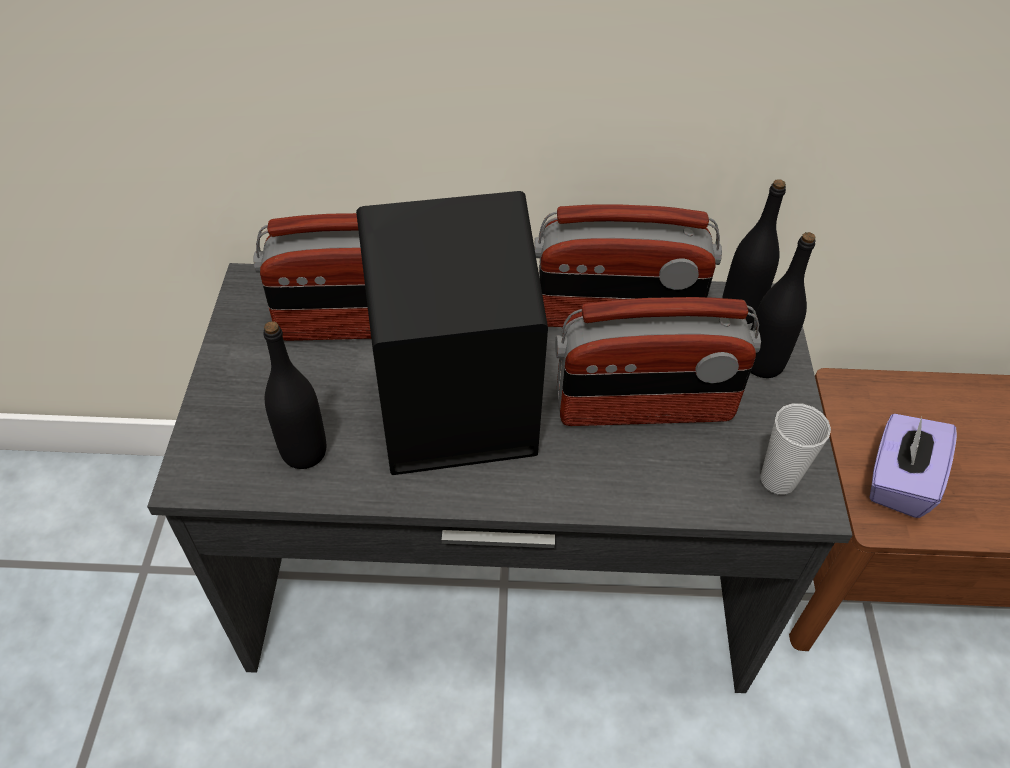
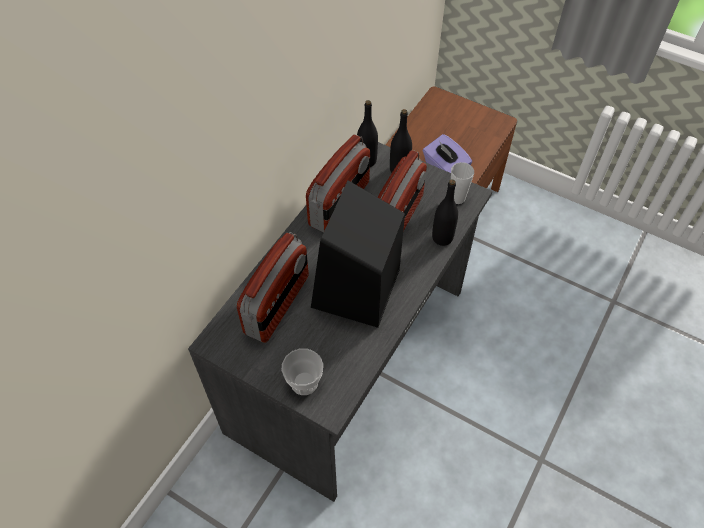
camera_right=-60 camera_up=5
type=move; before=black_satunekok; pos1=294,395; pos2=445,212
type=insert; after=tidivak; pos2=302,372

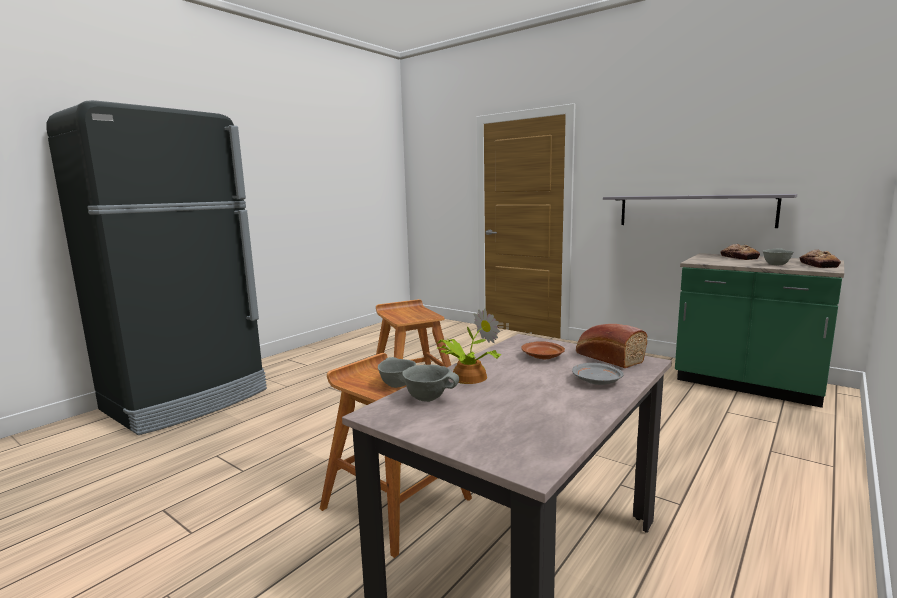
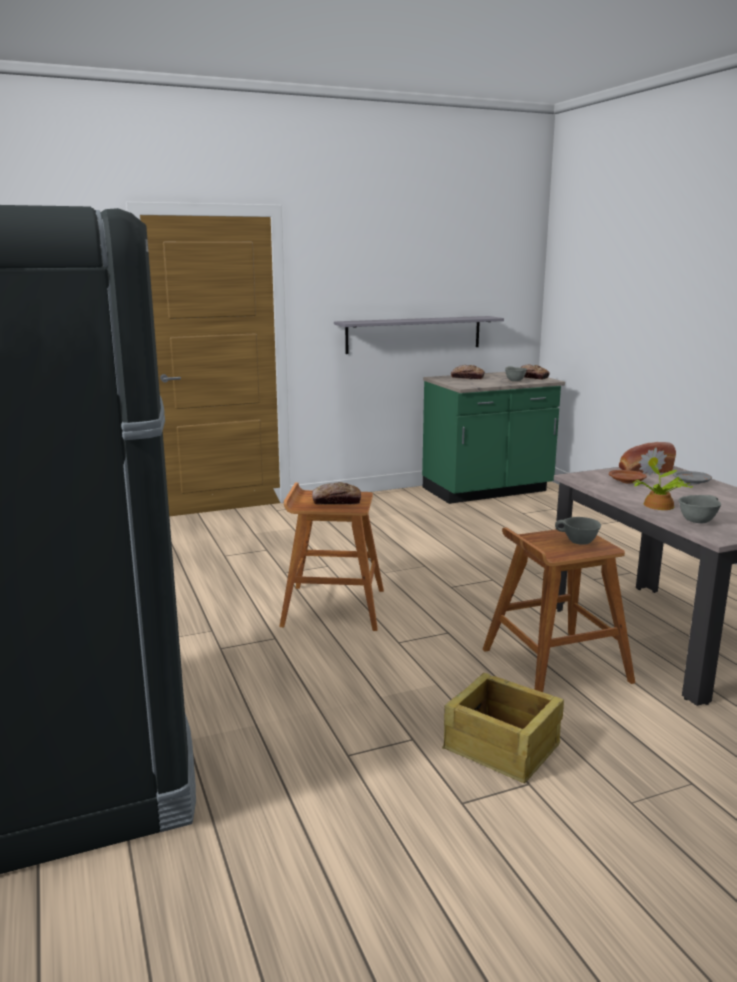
camera_right=-60 camera_up=5
type=insert; after=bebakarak; pos2=336,493
type=insert; after=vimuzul; pos2=503,728

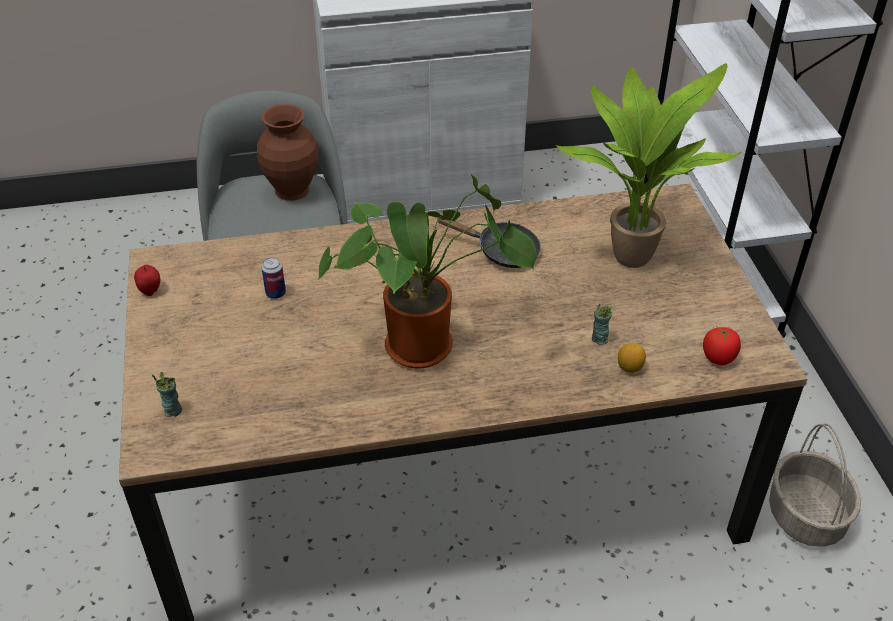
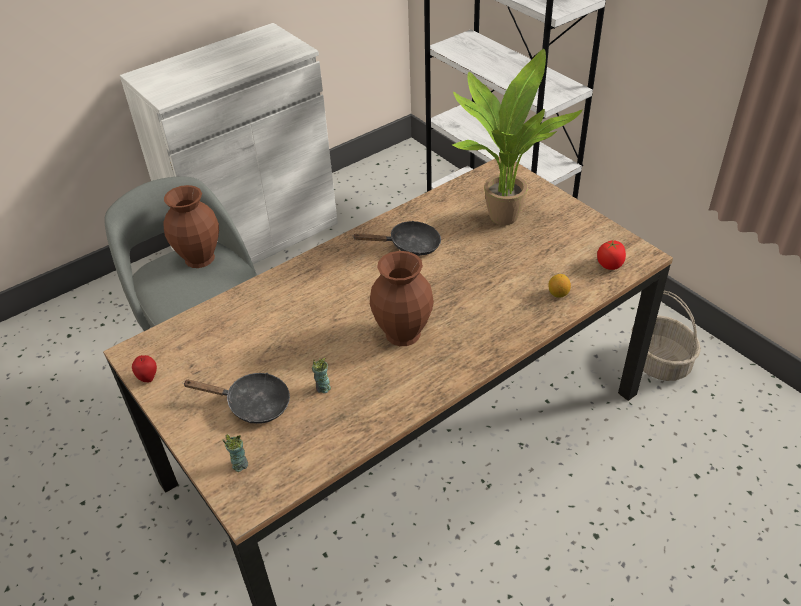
camera_right=-25 camera_up=0
type=replace; before=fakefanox; after=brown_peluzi; pos1=427,271; pos2=402,298
type=delete; before=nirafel; pos1=273,278
type=move; before=tidivak; pos1=602,324; pos2=321,375
type=insert; after=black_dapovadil; pos2=236,398

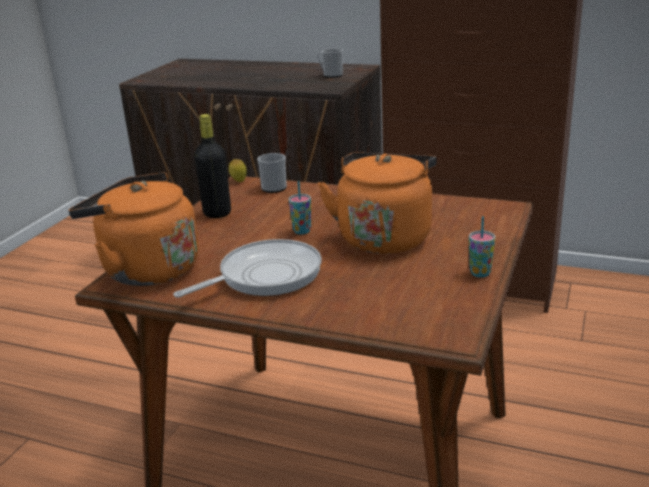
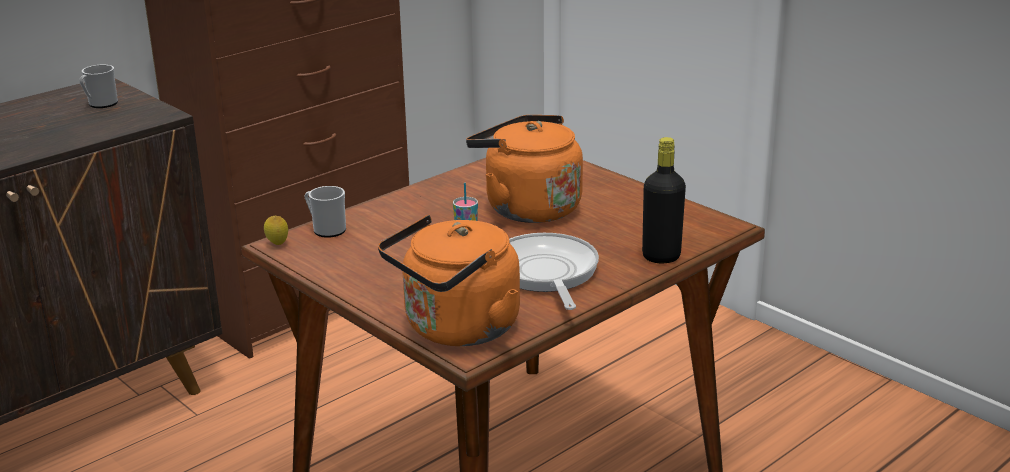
camera_right=-65 camera_up=0
type=move; before=black_satunekok; pos1=212,166; pos2=664,200
type=delete; before=tidivak; pos1=482,246

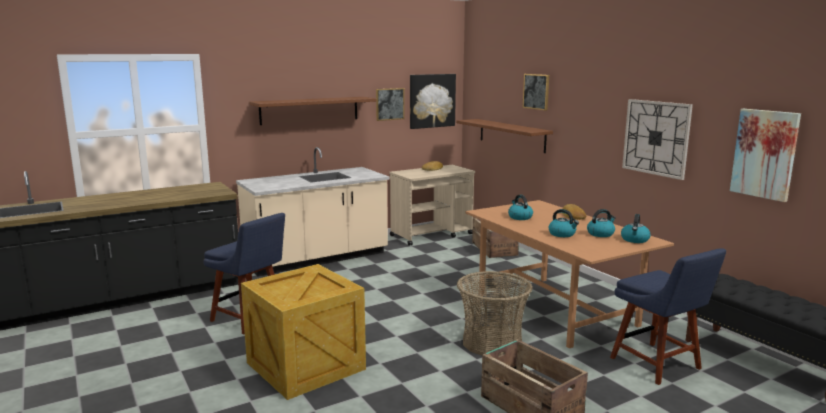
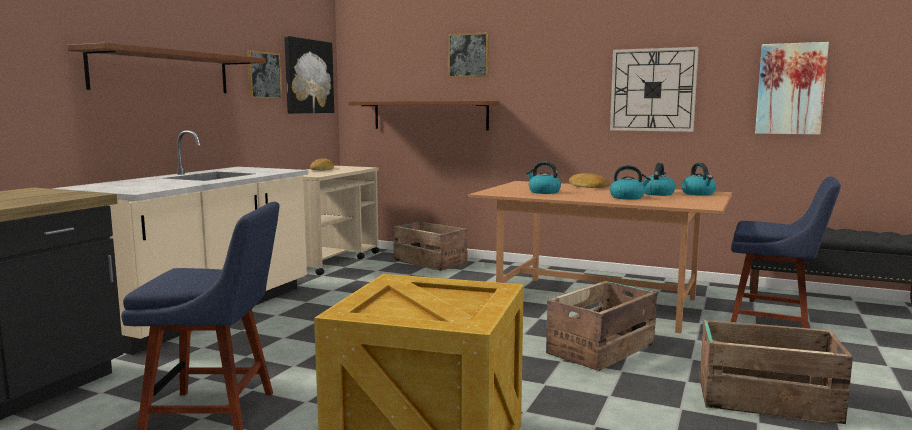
camera_right=-35 camera_up=-5
type=replace; before=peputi; after=vimuzul; pos1=495,313; pos2=601,326

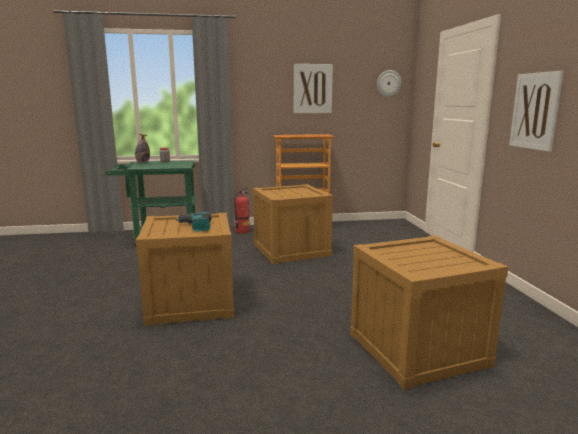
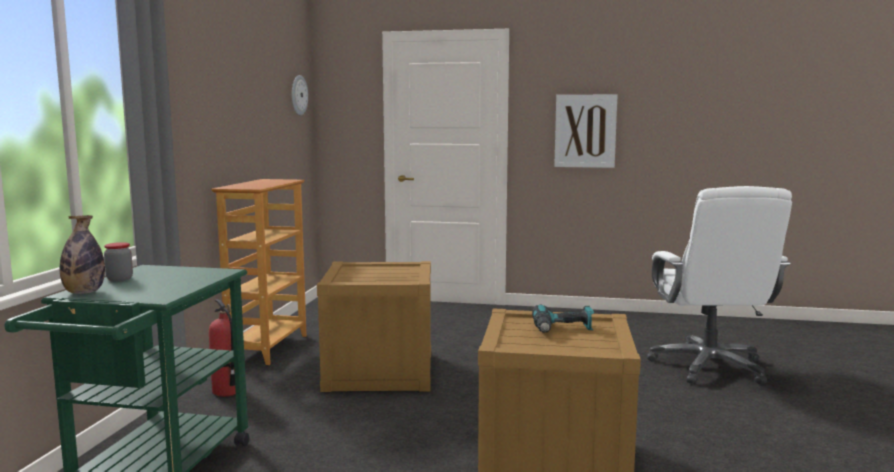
camera_right=-70 camera_up=-5
type=delete; before=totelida; pos1=313,88
type=replace; before=vimuzul; after=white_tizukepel; pos1=429,312; pos2=719,285

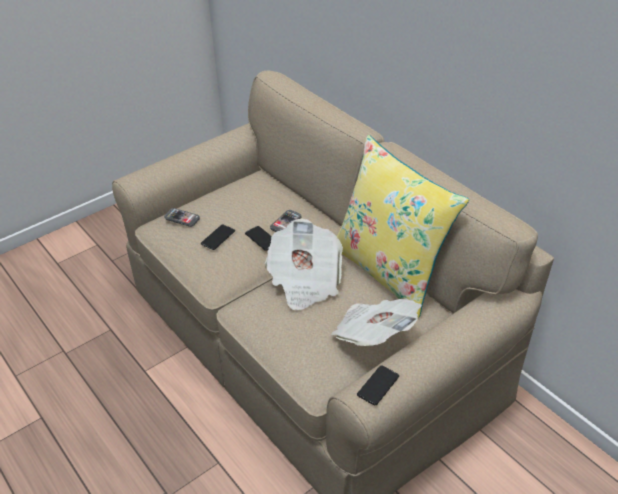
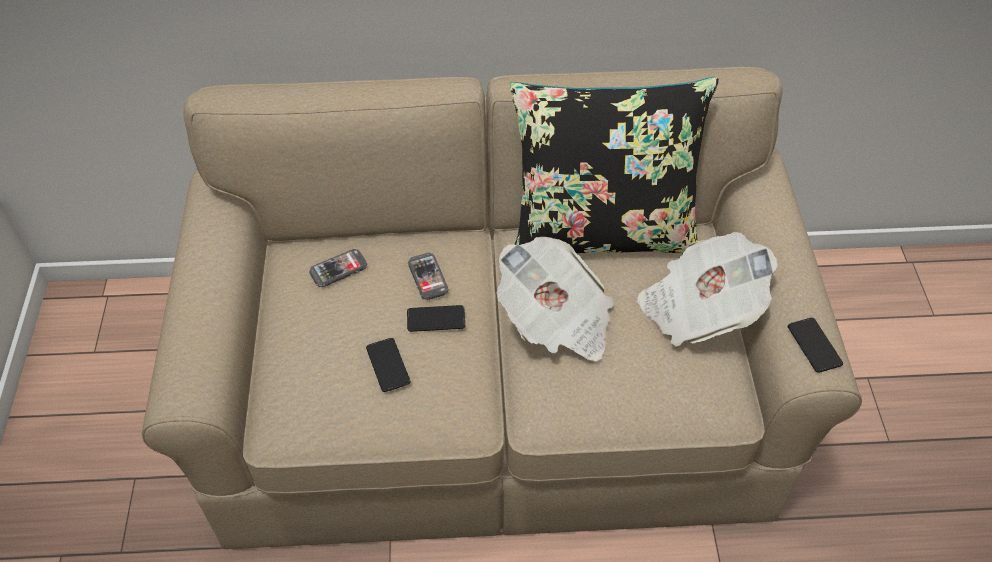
camera_right=-55 camera_up=10
type=recolor; before=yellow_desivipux; after=black_desivipux; pos1=403,226; pos2=614,165
type=move; before=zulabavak; pos1=182,217; pos2=338,268

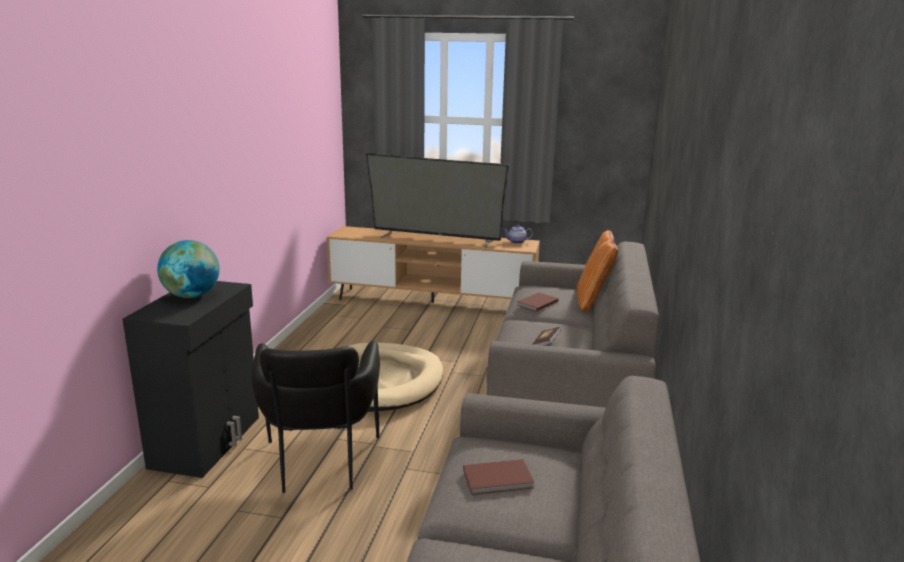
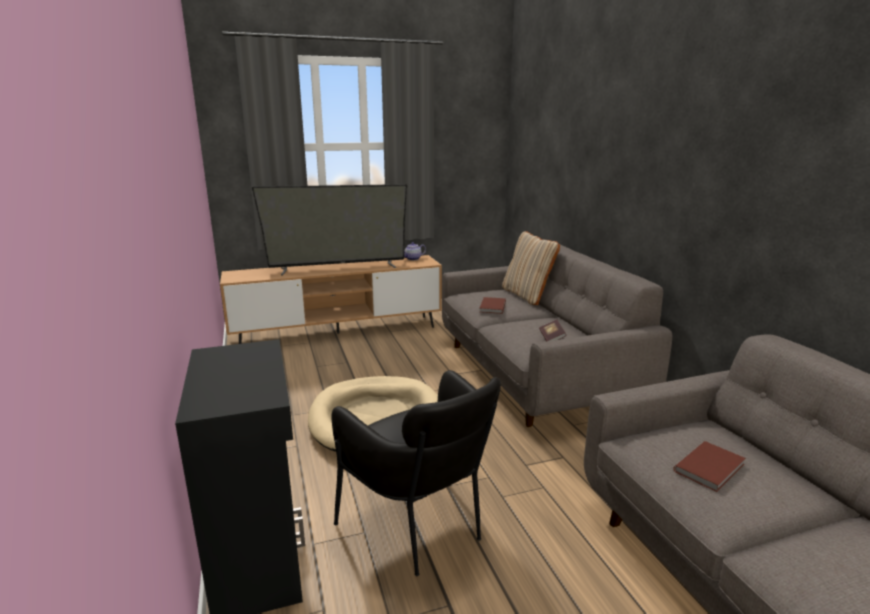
camera_right=-30 camera_up=0
type=recolor; before=orange_desivipux; after=beige_desivipux; pos1=598,271; pos2=531,268
type=delete; before=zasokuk; pos1=188,269

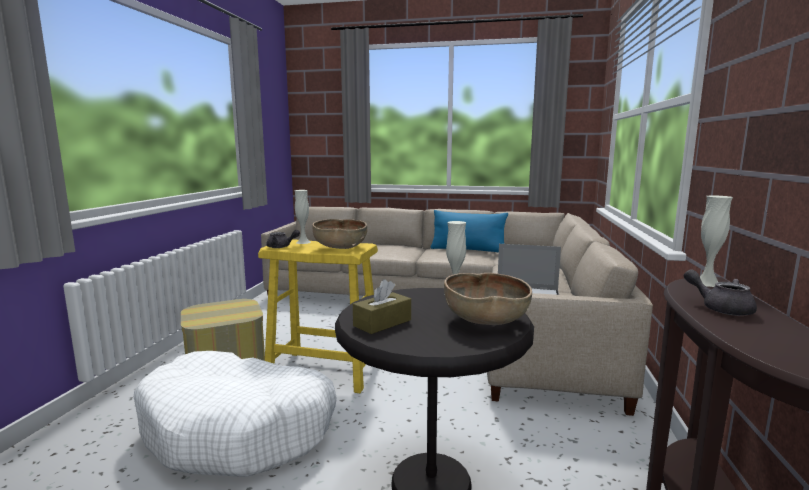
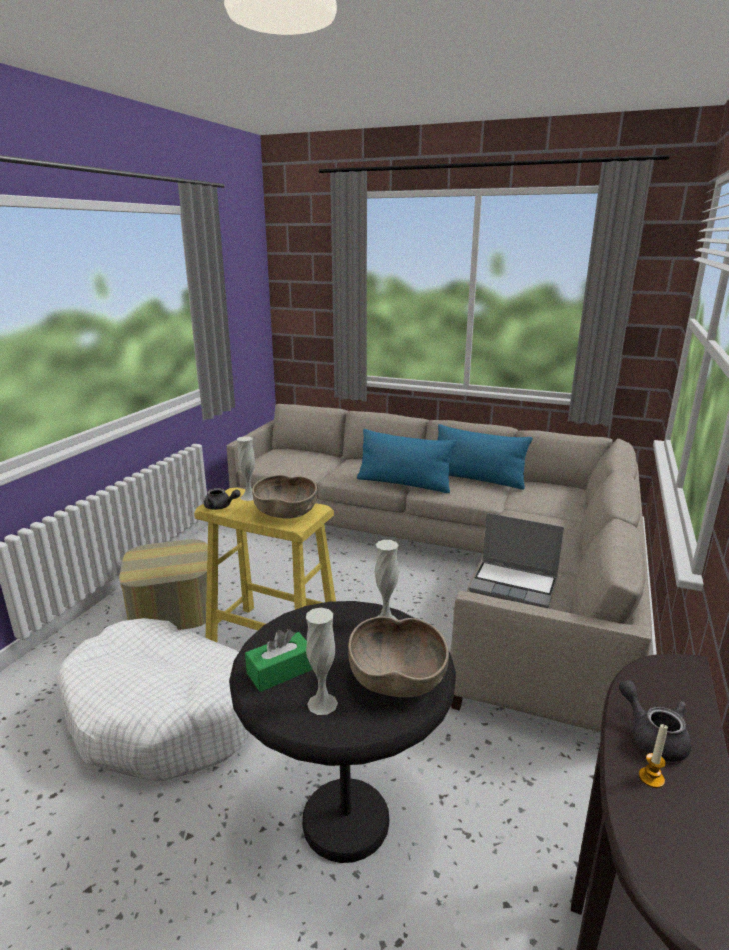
camera_right=10 camera_up=10
type=move; before=white_peluzi; pos1=716,241; pos2=322,661
type=recolor; before=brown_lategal; after=green_lategal; pos1=382,306; pos2=279,660
type=insert; after=blue_desivipux; pos2=406,461
type=insert; after=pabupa; pos2=653,756

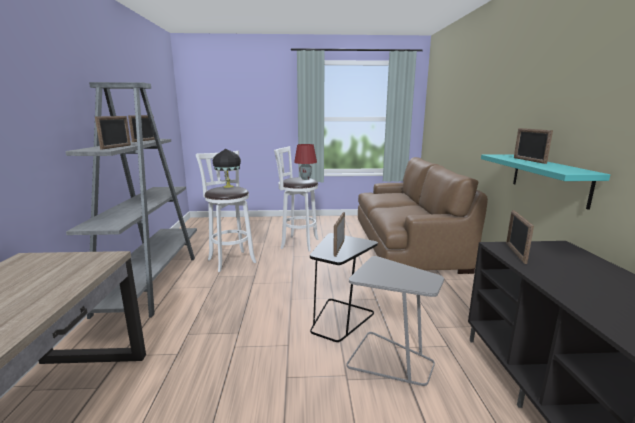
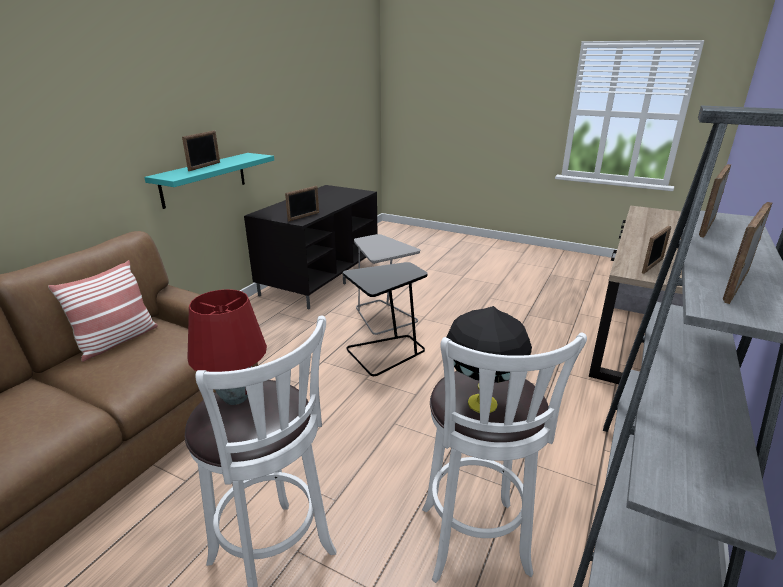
camera_right=-150 camera_up=10
type=move; before=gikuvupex; pos1=339,234; pos2=656,250
type=insert; after=desivipux; pos2=103,311

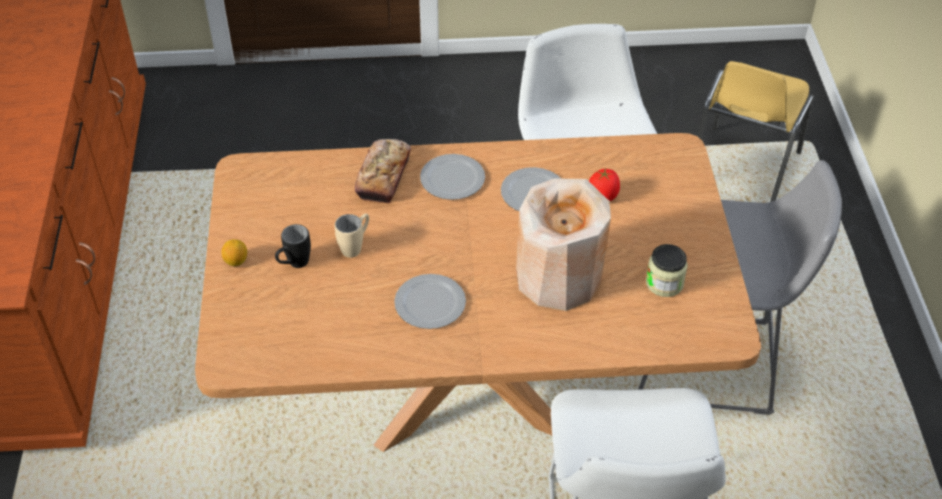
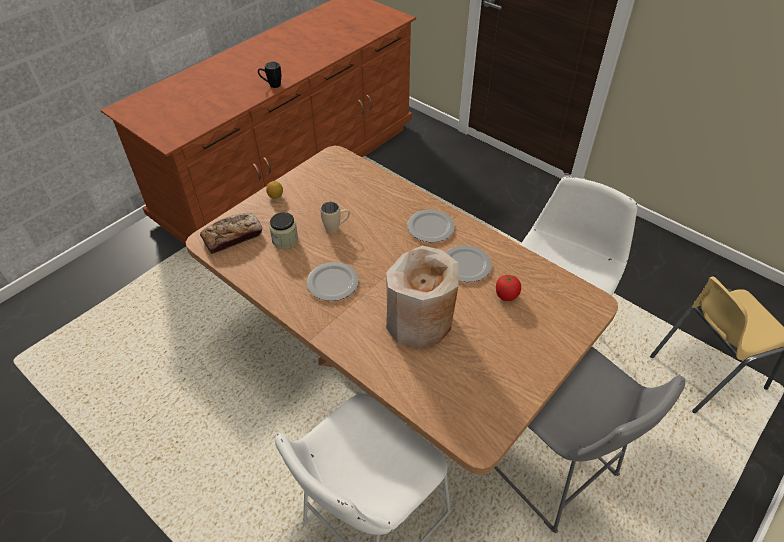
camera_right=45 camera_up=0
type=move; before=bebakarak; pos1=383,171; pos2=231,233
type=move; before=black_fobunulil; pos1=293,246; pos2=269,75
type=move; before=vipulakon; pos1=667,270; pos2=283,230

